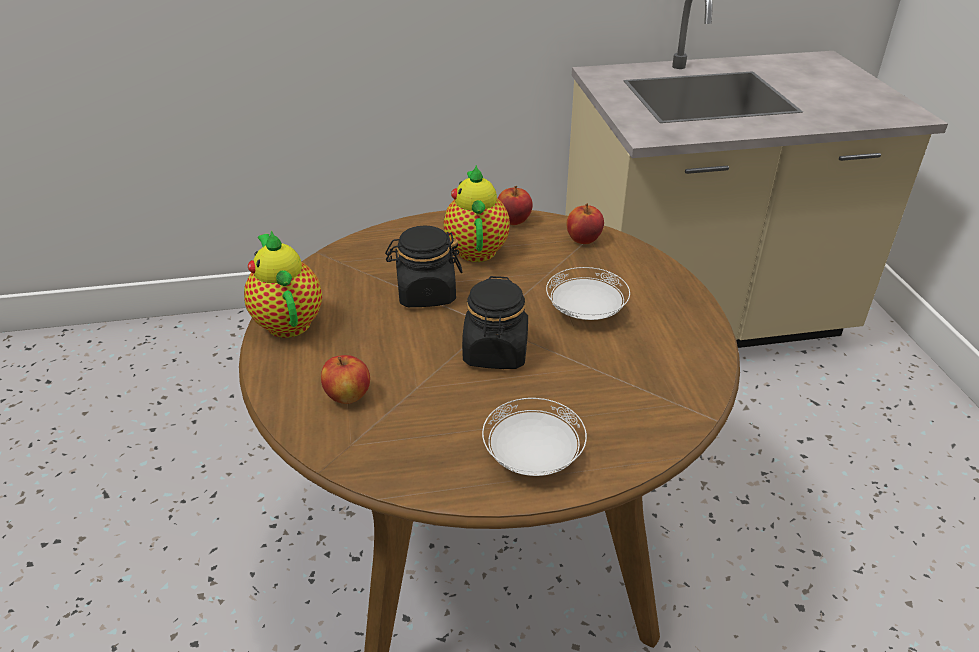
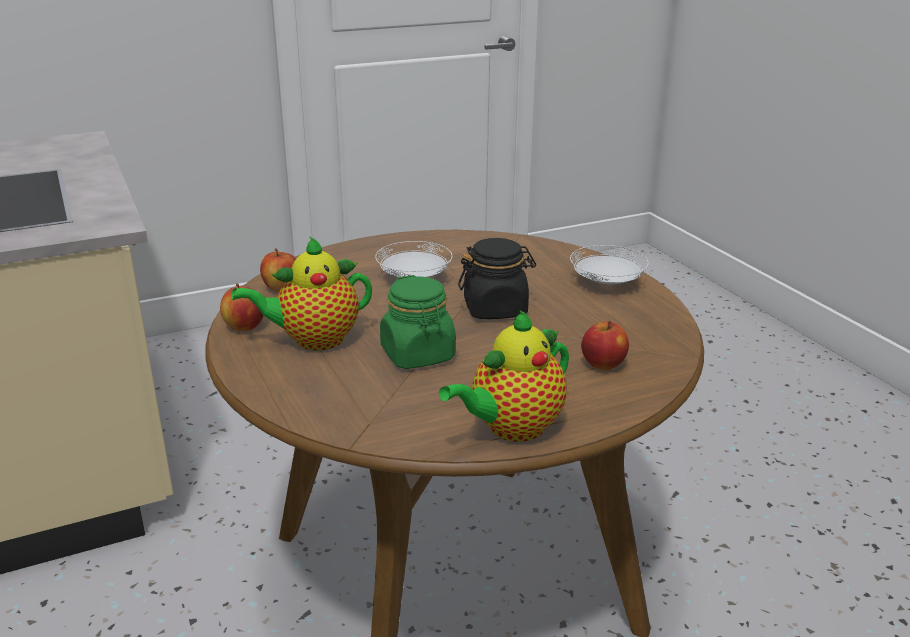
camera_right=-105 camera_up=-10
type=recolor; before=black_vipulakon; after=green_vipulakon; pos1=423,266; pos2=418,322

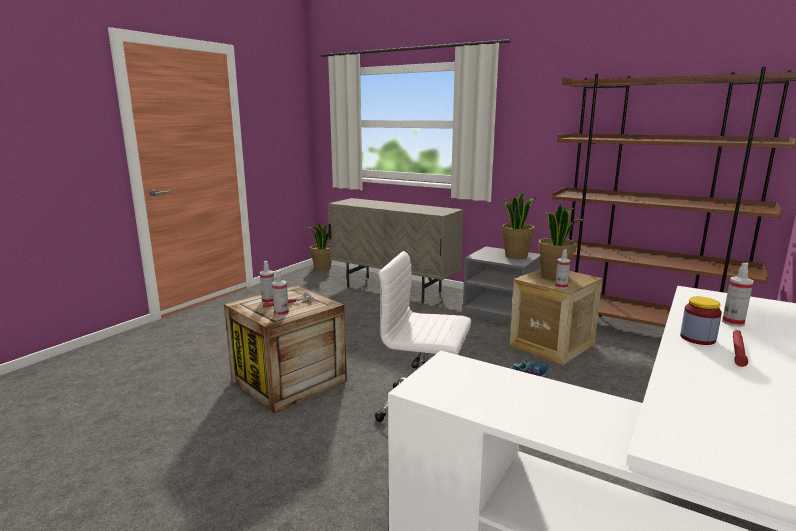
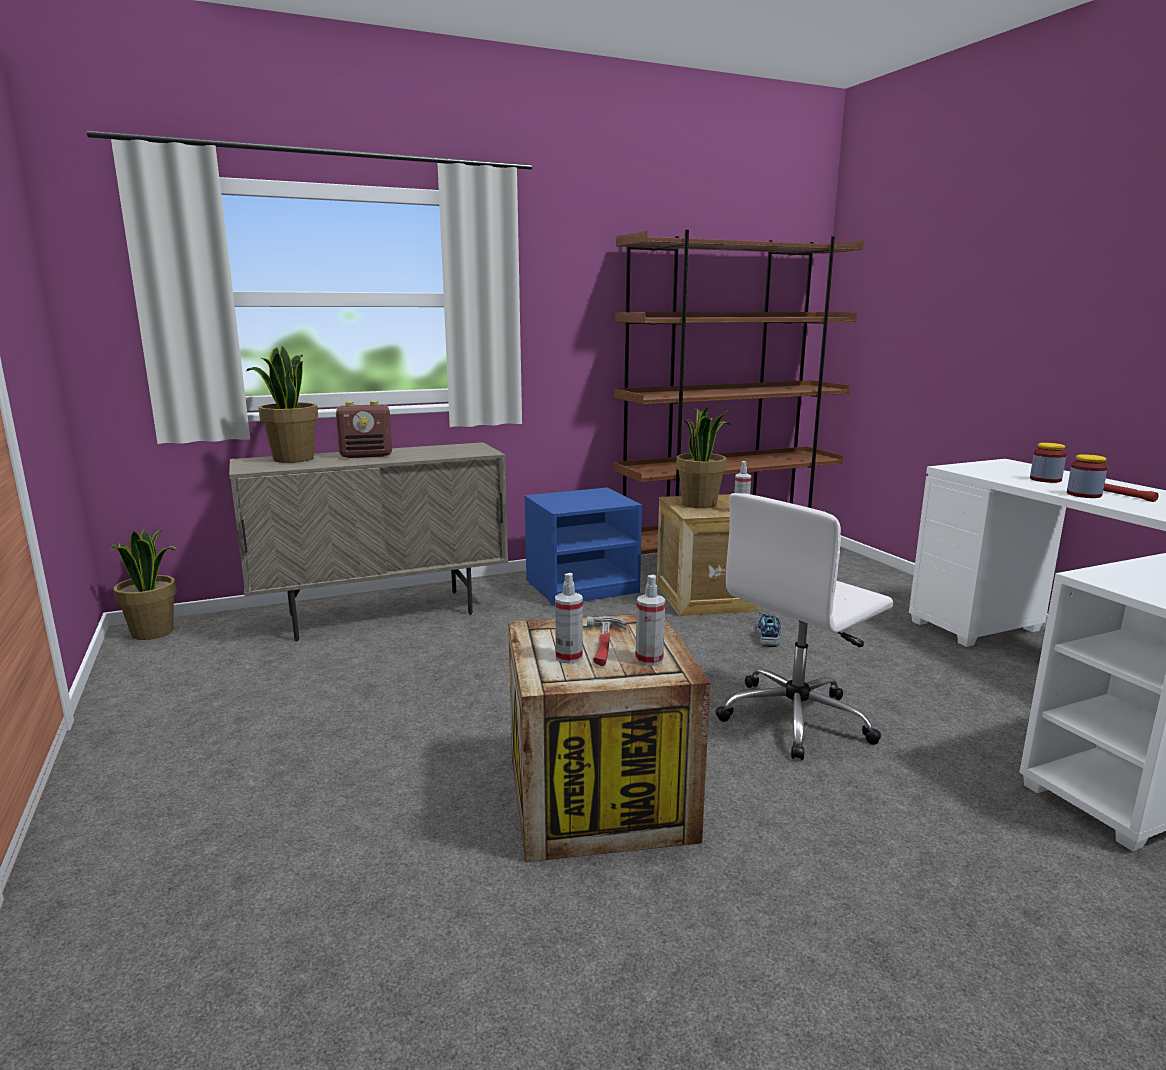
camera_right=-55 camera_up=0
type=move; before=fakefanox; pos1=519,225; pos2=282,404
type=recolor; before=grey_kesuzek; after=blue_kesuzek; pos1=502,285; pos2=583,547
type=replace; before=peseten; after=vipulakon; pos1=737,295; pos2=1048,463
type=insert; after=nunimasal; pos2=364,429

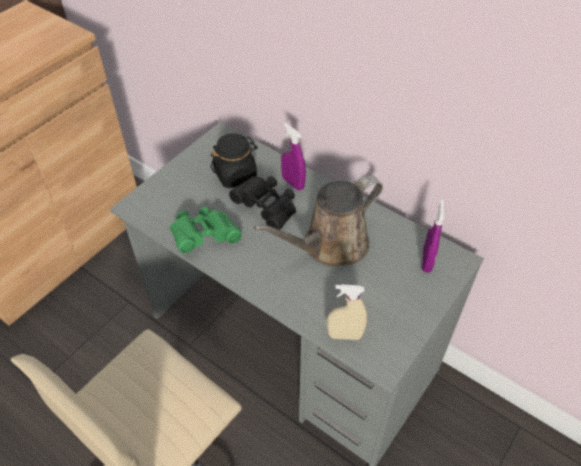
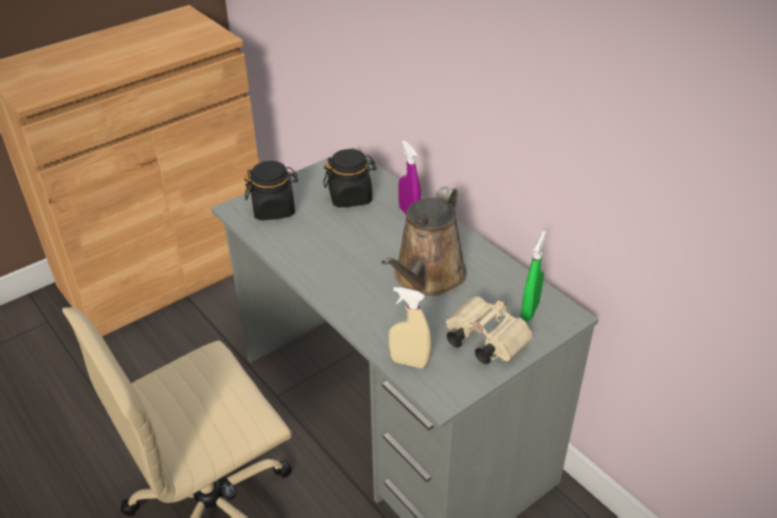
camera_right=15 camera_up=-10
type=delete; before=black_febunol; pos1=262,203
type=rotate; before=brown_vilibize; pos1=318,221; pos2=424,241; turn=-45
type=recolor; before=purple_peseten; after=green_peseten; pos1=433,236; pos2=533,276
type=delete; before=green_febunol; pos1=206,230
type=insert; after=black_vipulakon; pos2=271,190
type=insert; after=beige_febunol; pos2=489,330

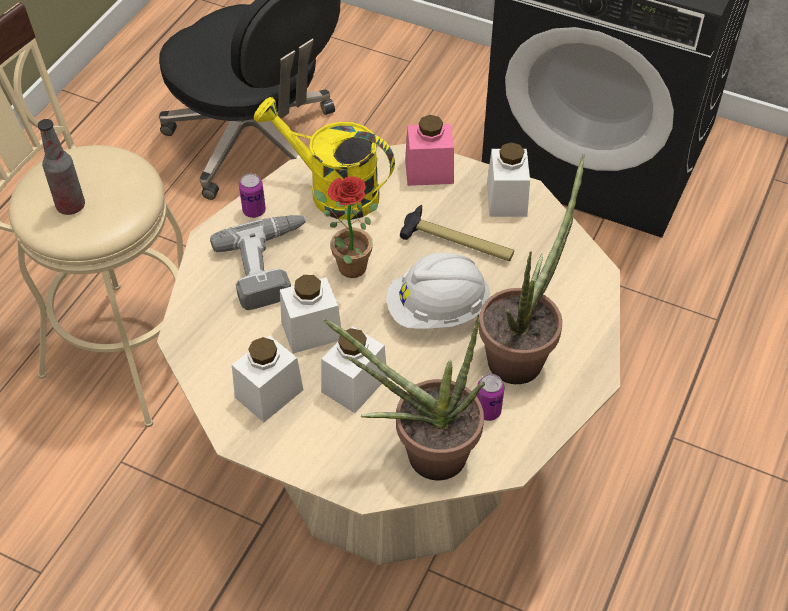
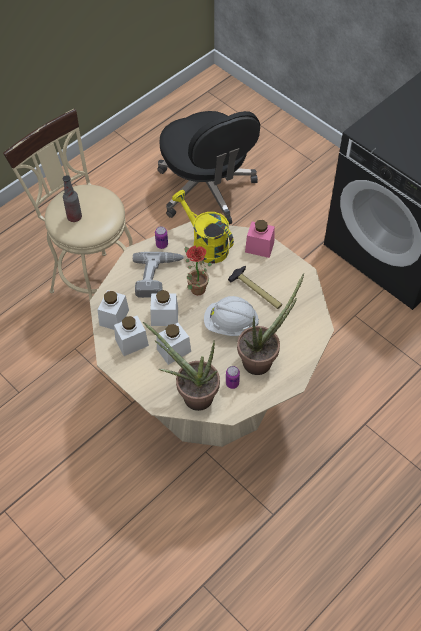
camera_right=20 camera_up=5
type=move; before=white_vipulakon; pos1=508,179; pos2=113,310

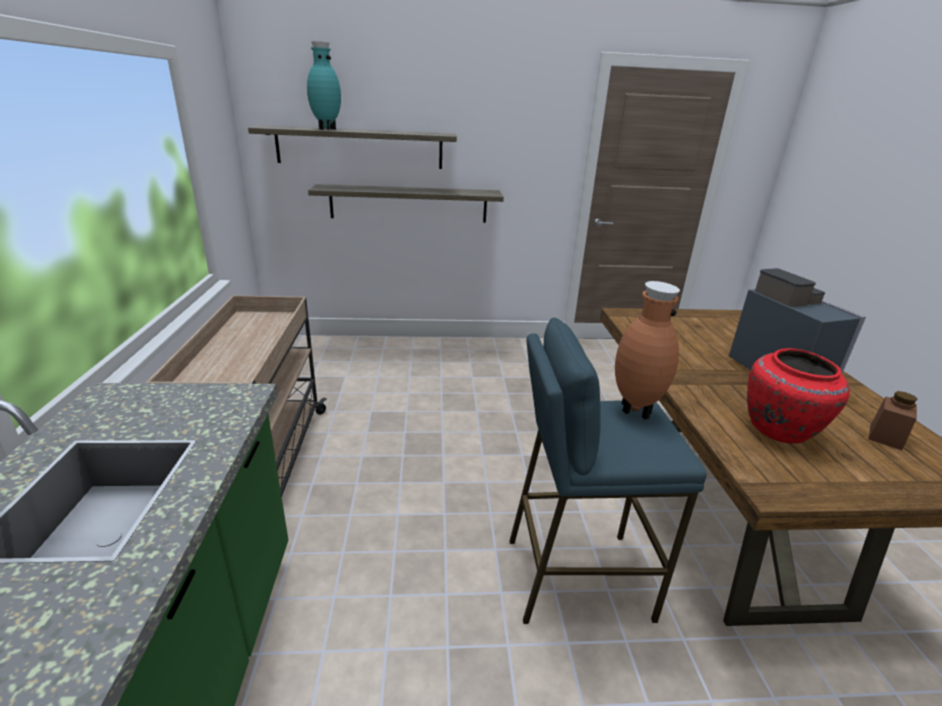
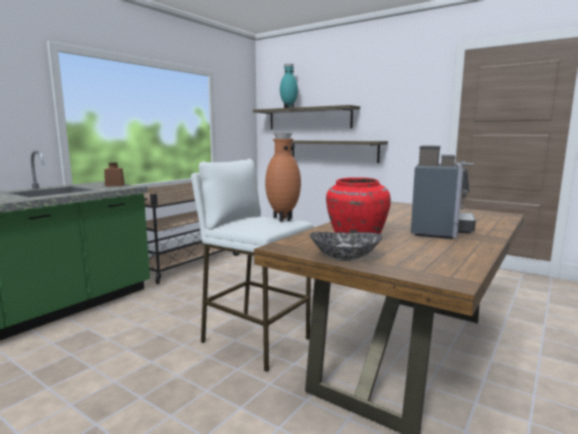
camera_right=40 camera_up=-15
type=recolor; before=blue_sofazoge; after=white_sofazoge; pos1=608,471; pos2=252,265
type=move; before=brown_vipulakon; pos1=892,420; pos2=114,174
type=insert; after=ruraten; pos2=346,246

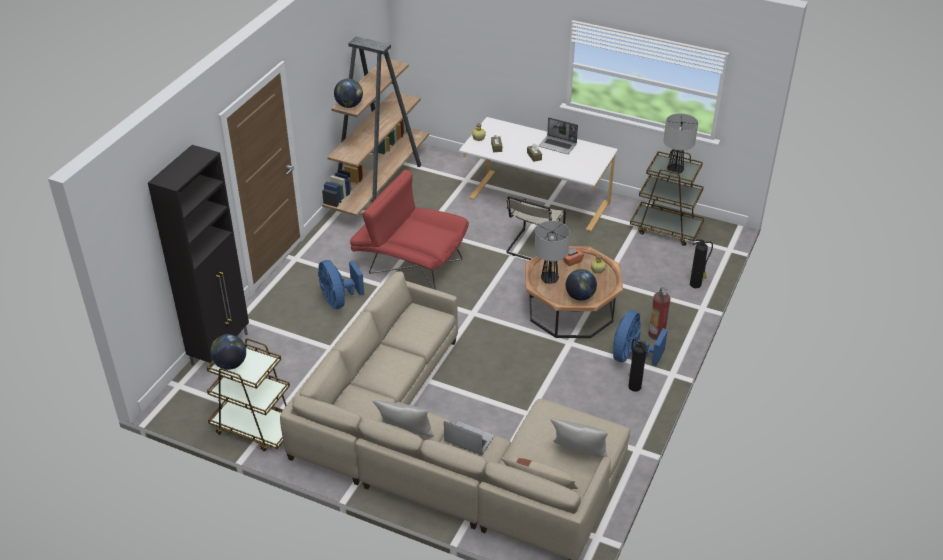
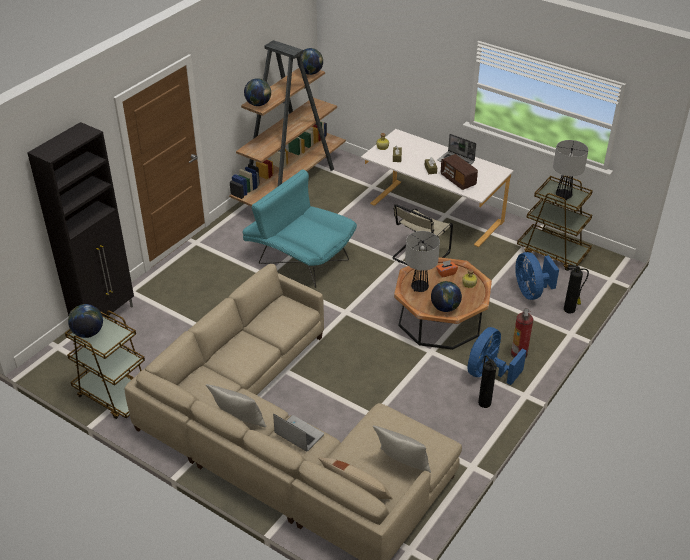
camera_right=10 camera_up=0
type=recolor; before=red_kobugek; after=turquoise_kobugek; pos1=409,230; pos2=300,229
type=move; before=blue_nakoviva; pos1=341,284; pos2=537,276
type=insert; after=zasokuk; pos2=310,61
type=insert; after=nunimasal; pos2=459,172

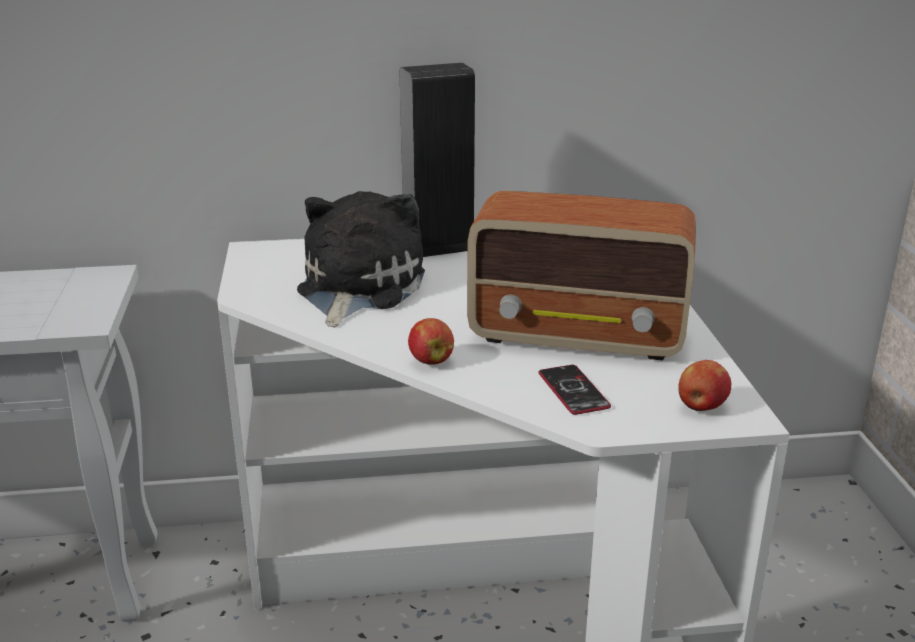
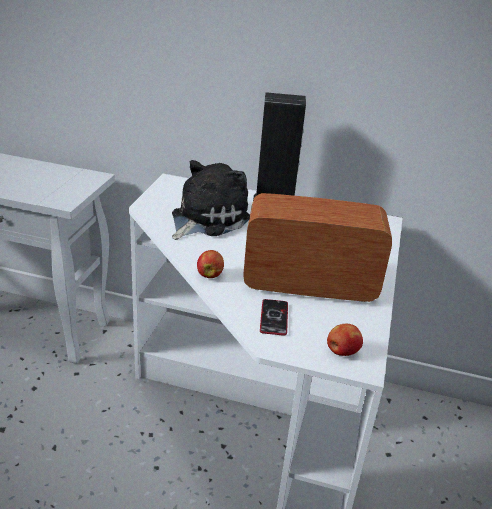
camera_right=20 camera_up=5
type=rotate; before=nunimasal; pos1=581,276; pos2=317,247; turn=150

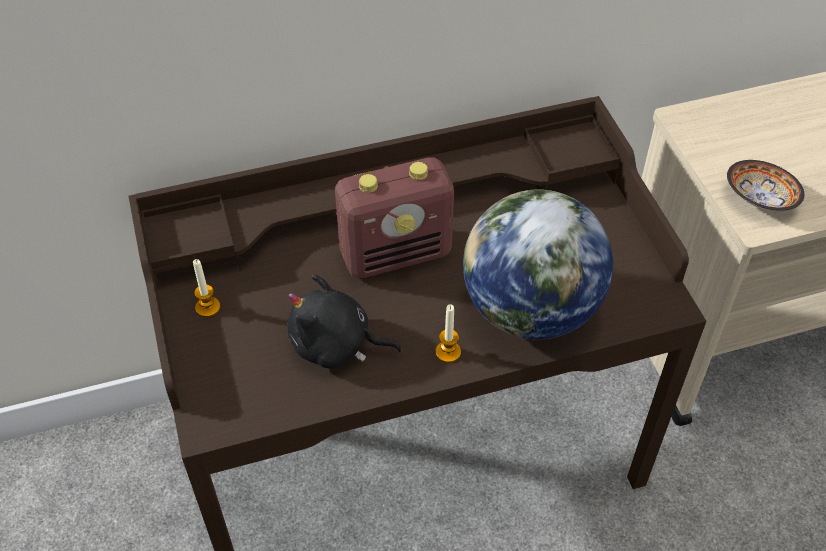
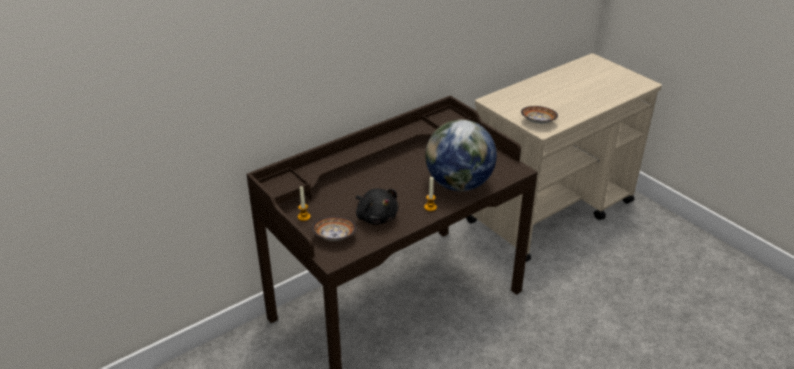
camera_right=-20 camera_up=-15
type=delete; before=nunimasal; pos1=394,217
type=rotate; before=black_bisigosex; pos1=344,321; pos2=377,206; turn=-120
type=insert; after=ruraten; pos2=334,228

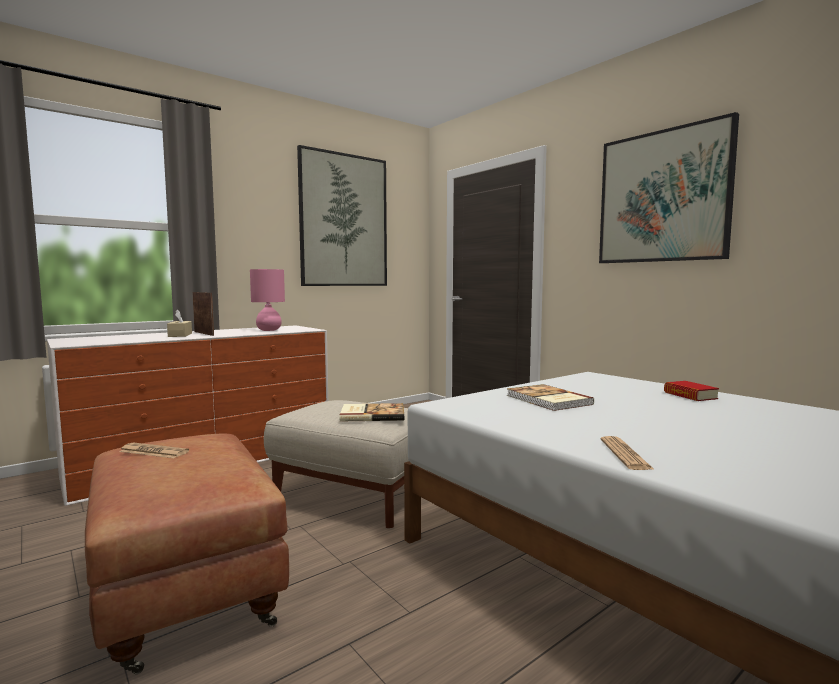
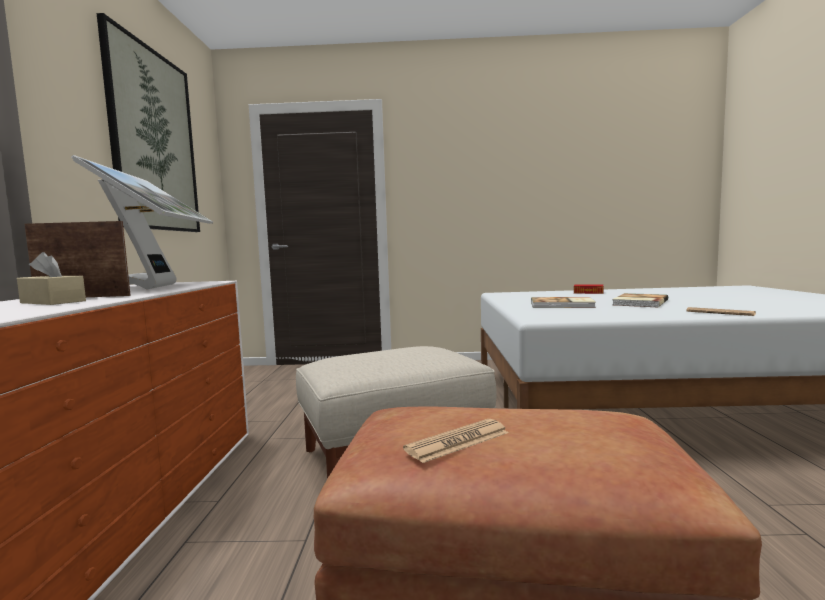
camera_right=-50 camera_up=0
type=delete; before=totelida; pos1=669,187
type=replace; before=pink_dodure; after=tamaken; pos1=267,300; pos2=142,222
type=move; before=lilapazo; pos1=372,412; pos2=640,300

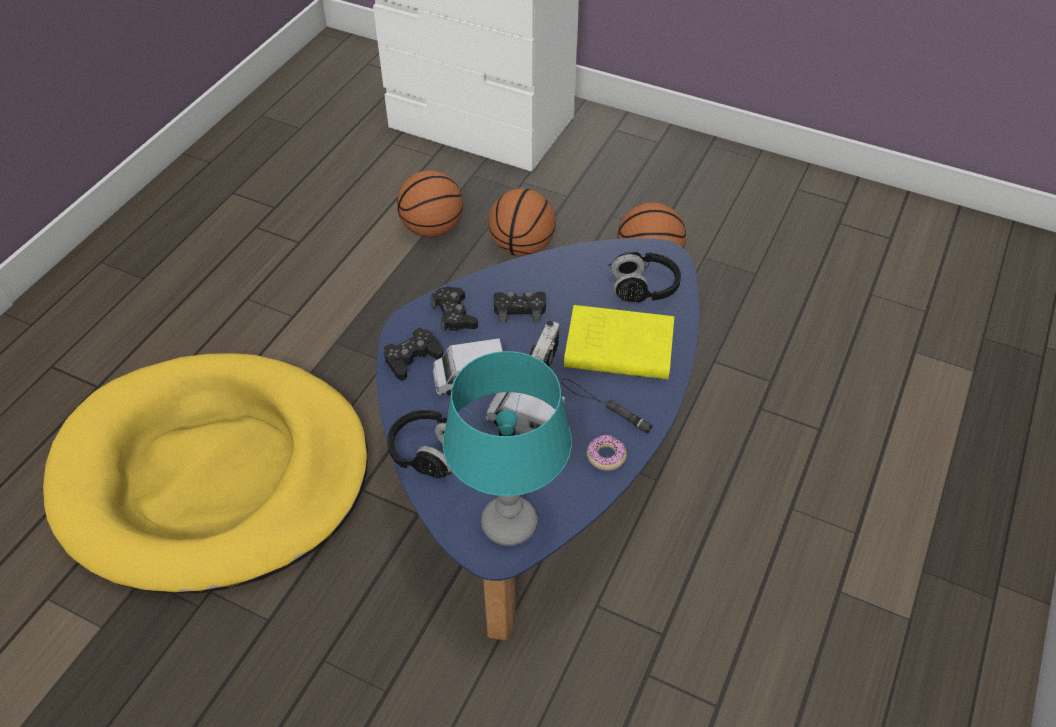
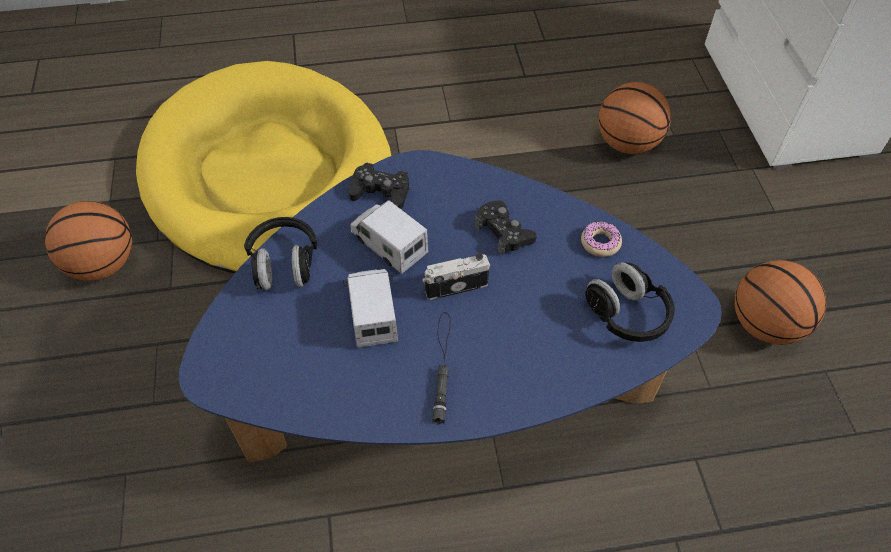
camera_right=55 camera_up=5
type=move; before=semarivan; pos1=522,222; pos2=88,241
type=delete; before=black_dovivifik; pos1=454,309
type=delete; before=yellow_lilapazo; pos1=619,342
type=delete; before=turquoise_dodure; pos1=507,448
type=move; before=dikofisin; pos1=607,453; pos2=601,239

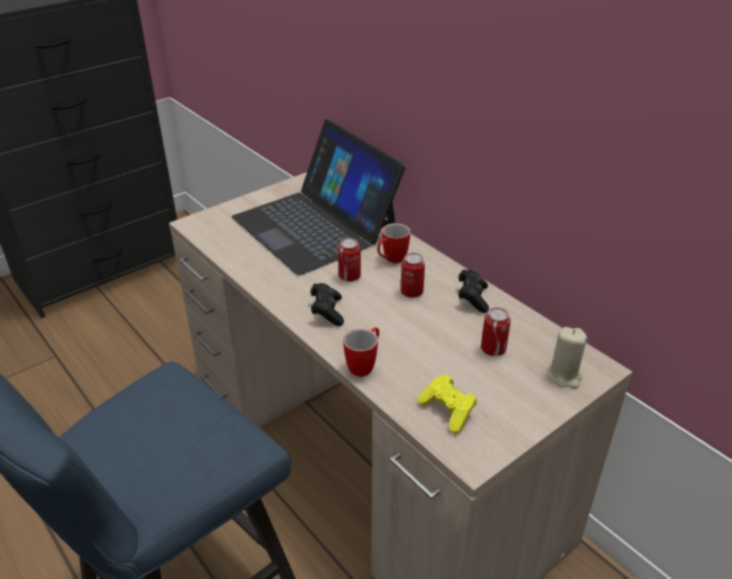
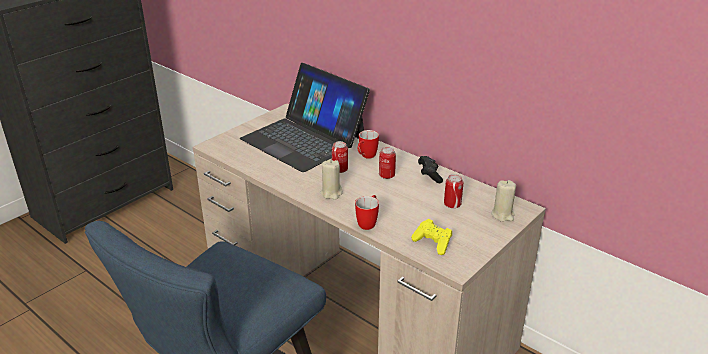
camera_right=-10 camera_up=-5
type=replace; before=black_dovivifik; after=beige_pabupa; pos1=327,304; pos2=331,180

